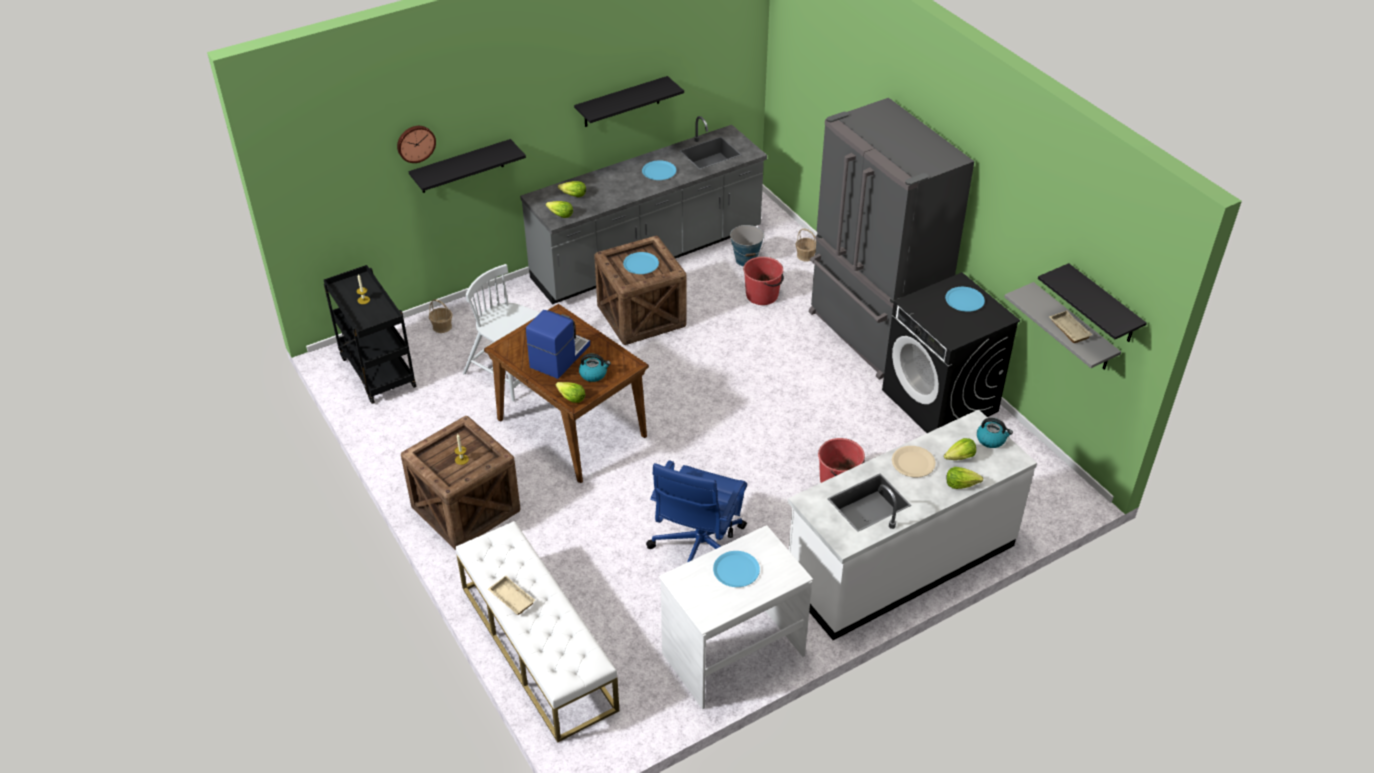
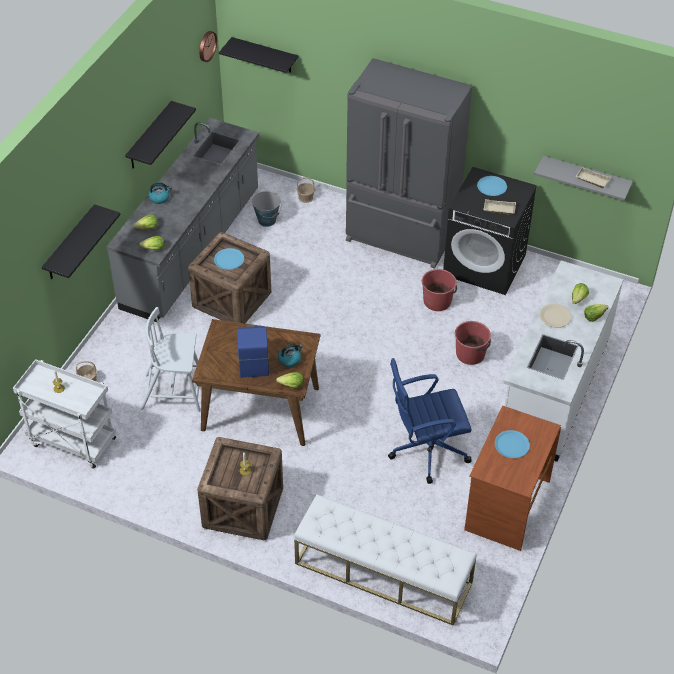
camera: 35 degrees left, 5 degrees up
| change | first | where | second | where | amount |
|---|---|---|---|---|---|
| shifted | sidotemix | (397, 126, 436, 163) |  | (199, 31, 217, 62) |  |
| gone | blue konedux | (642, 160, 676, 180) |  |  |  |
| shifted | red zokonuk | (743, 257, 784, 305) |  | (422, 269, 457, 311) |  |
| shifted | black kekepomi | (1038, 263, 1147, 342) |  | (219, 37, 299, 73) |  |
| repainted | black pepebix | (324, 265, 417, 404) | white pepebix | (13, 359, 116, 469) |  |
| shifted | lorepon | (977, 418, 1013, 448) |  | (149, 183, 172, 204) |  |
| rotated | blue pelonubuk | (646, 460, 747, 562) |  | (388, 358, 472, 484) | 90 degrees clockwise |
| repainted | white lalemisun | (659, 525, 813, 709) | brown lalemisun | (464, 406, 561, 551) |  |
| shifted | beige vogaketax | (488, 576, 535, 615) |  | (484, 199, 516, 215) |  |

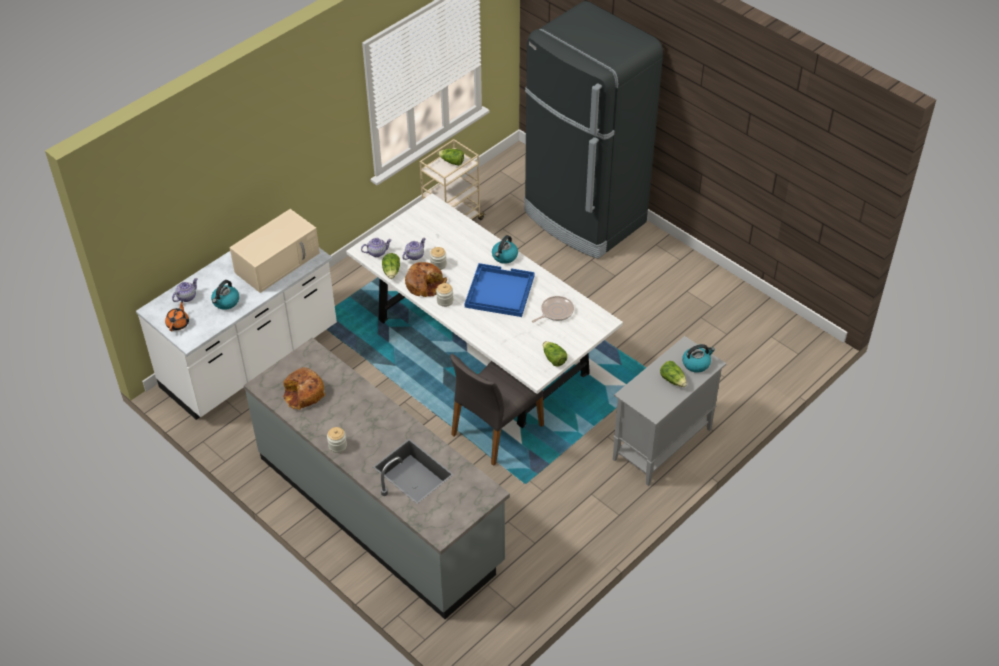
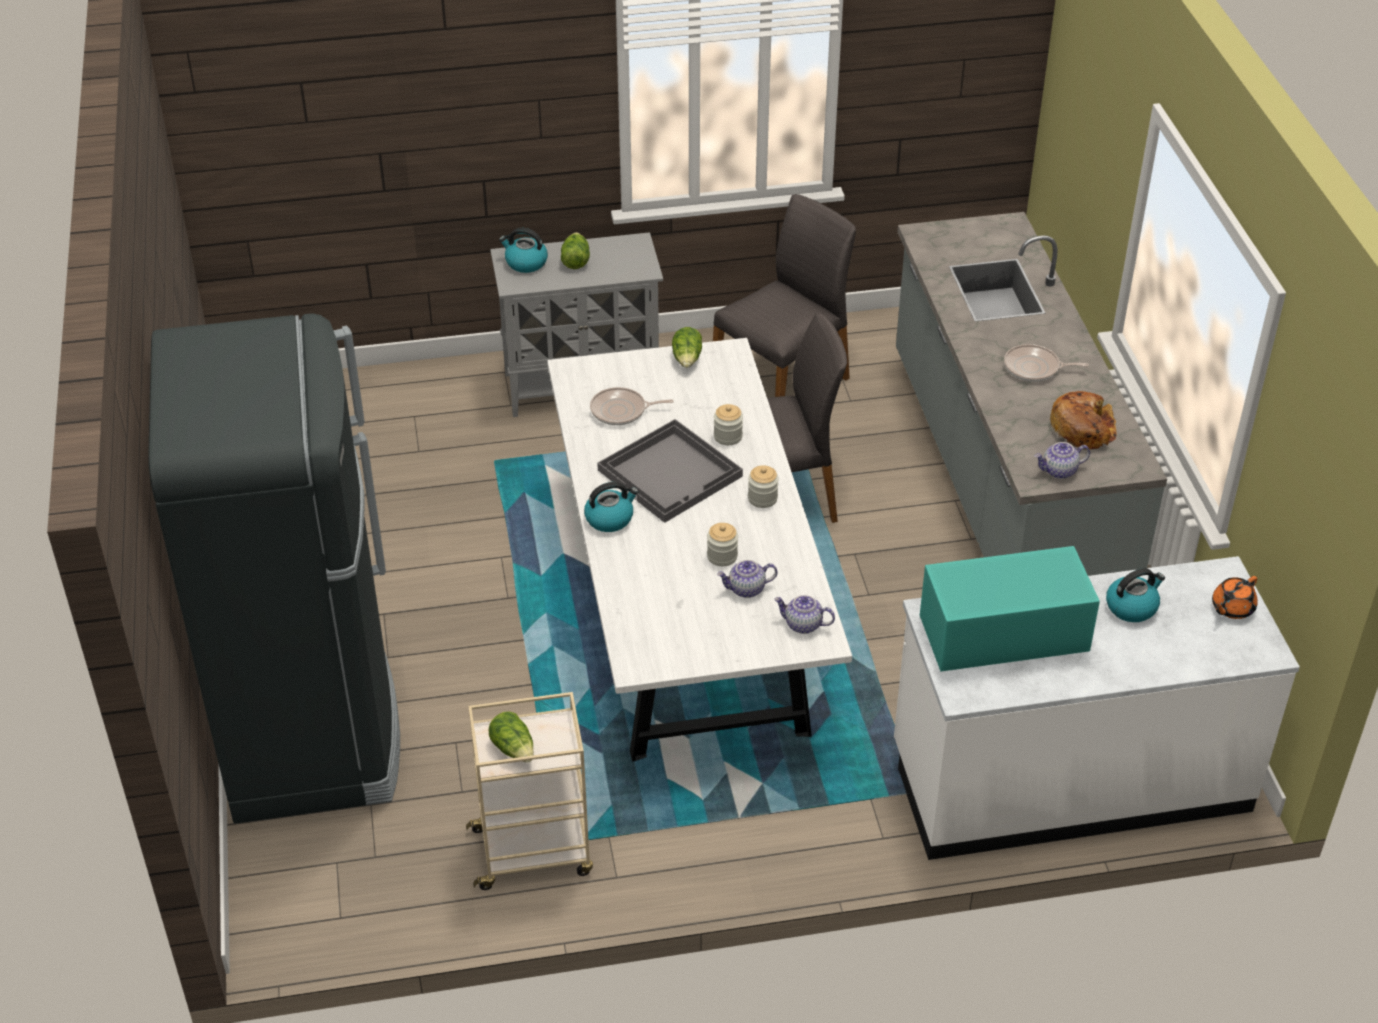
camera: 145 degrees left, 5 degrees down
| change | first | where | second | where | amount |
|---|---|---|---|---|---|
| repainted | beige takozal | (229, 209, 320, 293) | turquoise takozal | (920, 546, 1100, 671) |  |
| gone | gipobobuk | (382, 253, 400, 279) |  |  |  |
| gone | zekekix | (405, 262, 447, 297) |  |  |  |
| repainted | blue vogaketax | (465, 263, 534, 317) | grey vogaketax | (597, 419, 743, 523) |  |
| shifted | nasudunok | (172, 278, 198, 302) |  | (1034, 442, 1090, 479) |  |
| shifted | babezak | (327, 427, 347, 453) |  | (714, 404, 743, 445) |  |
| new |  |  | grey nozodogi | (713, 194, 856, 397) |  |
| new |  |  | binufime | (1004, 344, 1089, 382) |  |

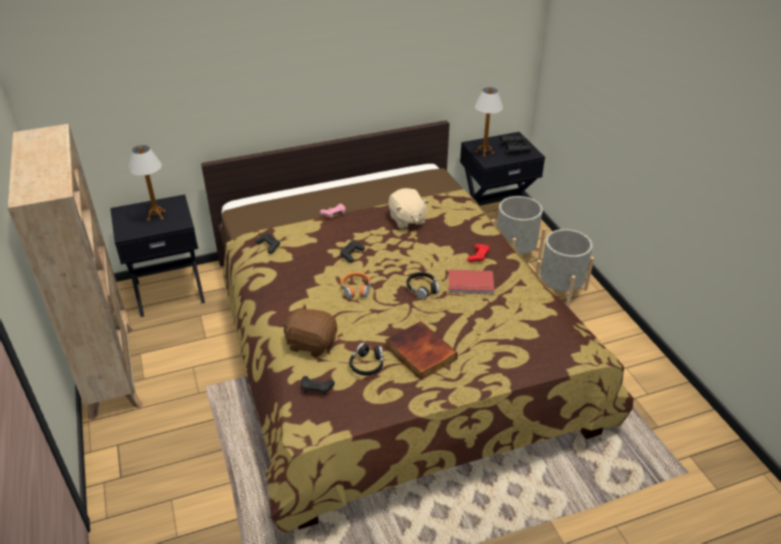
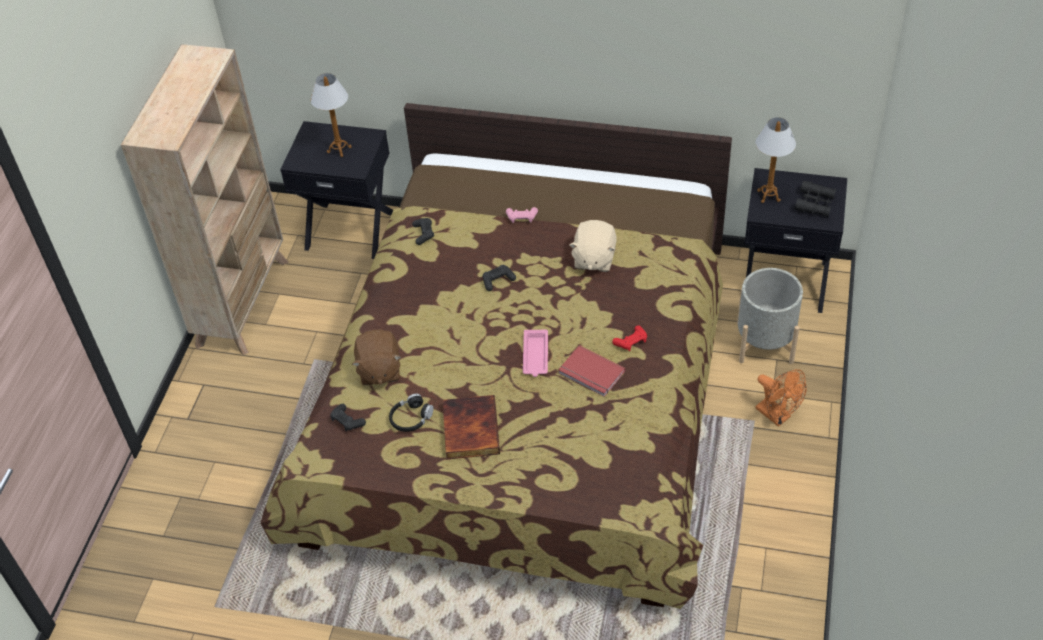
camera: 35 degrees right, 10 degrees up
| change | first | where | second | where | amount |
|---|---|---|---|---|---|
| swapped | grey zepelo | (535, 229, 594, 307) | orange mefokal | (755, 369, 807, 427) |  |
| gone | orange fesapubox | (341, 272, 371, 299) |  |  |  |
| swapped | black fesapubox | (407, 272, 439, 299) | pink vogaketax | (523, 330, 548, 377) |  |
| rotated | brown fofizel | (283, 304, 337, 357) |  | (352, 329, 401, 386) | 150 degrees counterclockwise |

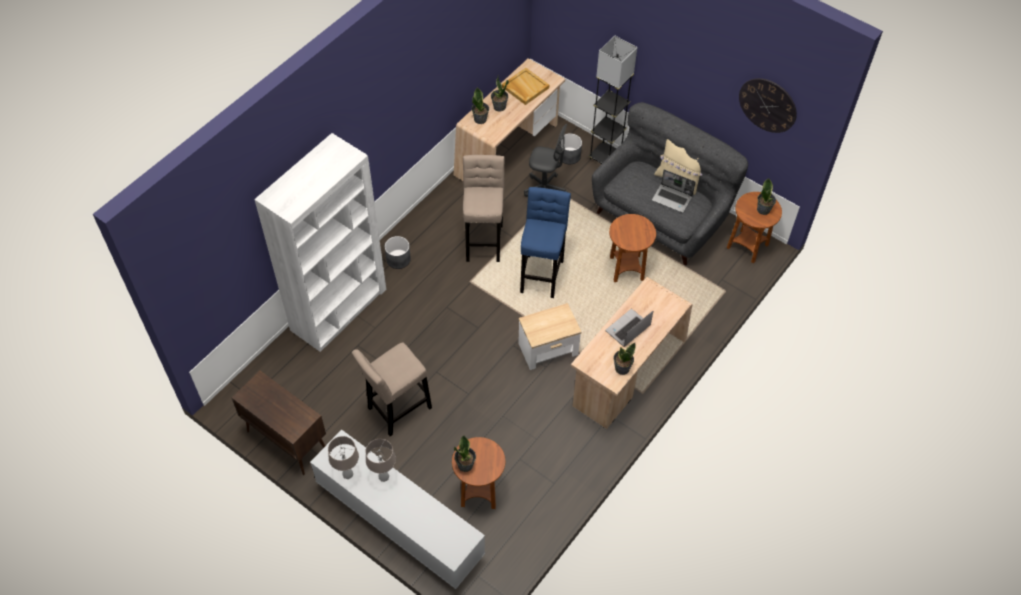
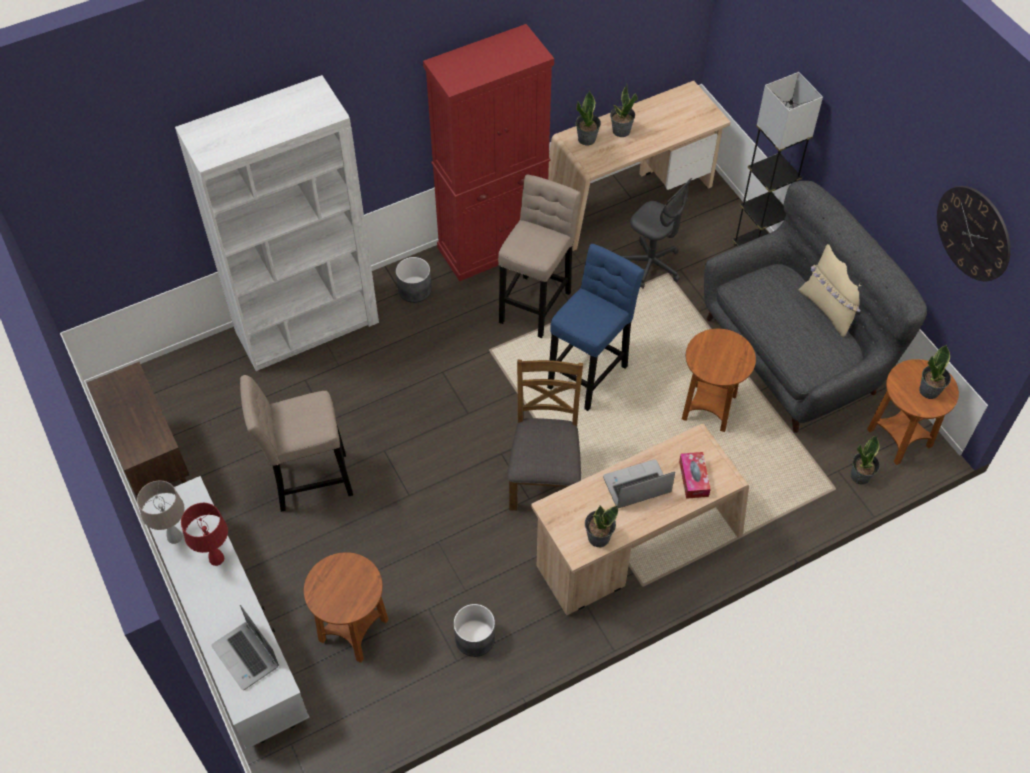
camera: 25 degrees right, 0 degrees up
| change | first | where | second | where | amount |
|---|---|---|---|---|---|
| gone | beige vogaketax | (502, 68, 549, 105) |  |  |  |
| shifted | grey zepelo | (560, 133, 582, 164) |  | (454, 604, 495, 657) |  |
| shifted | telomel | (652, 169, 696, 213) |  | (211, 605, 279, 690) |  |
| swapped | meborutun | (518, 303, 582, 370) | brown nozodogi | (507, 360, 583, 511) |  |
| shifted | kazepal | (454, 435, 476, 472) |  | (851, 436, 880, 484) |  |
| repainted | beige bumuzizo | (365, 439, 396, 482) | red bumuzizo | (181, 503, 228, 566) |  |
| new |  |  | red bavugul | (423, 24, 554, 281) |  |
| new |  |  | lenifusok | (679, 452, 711, 499) |  |

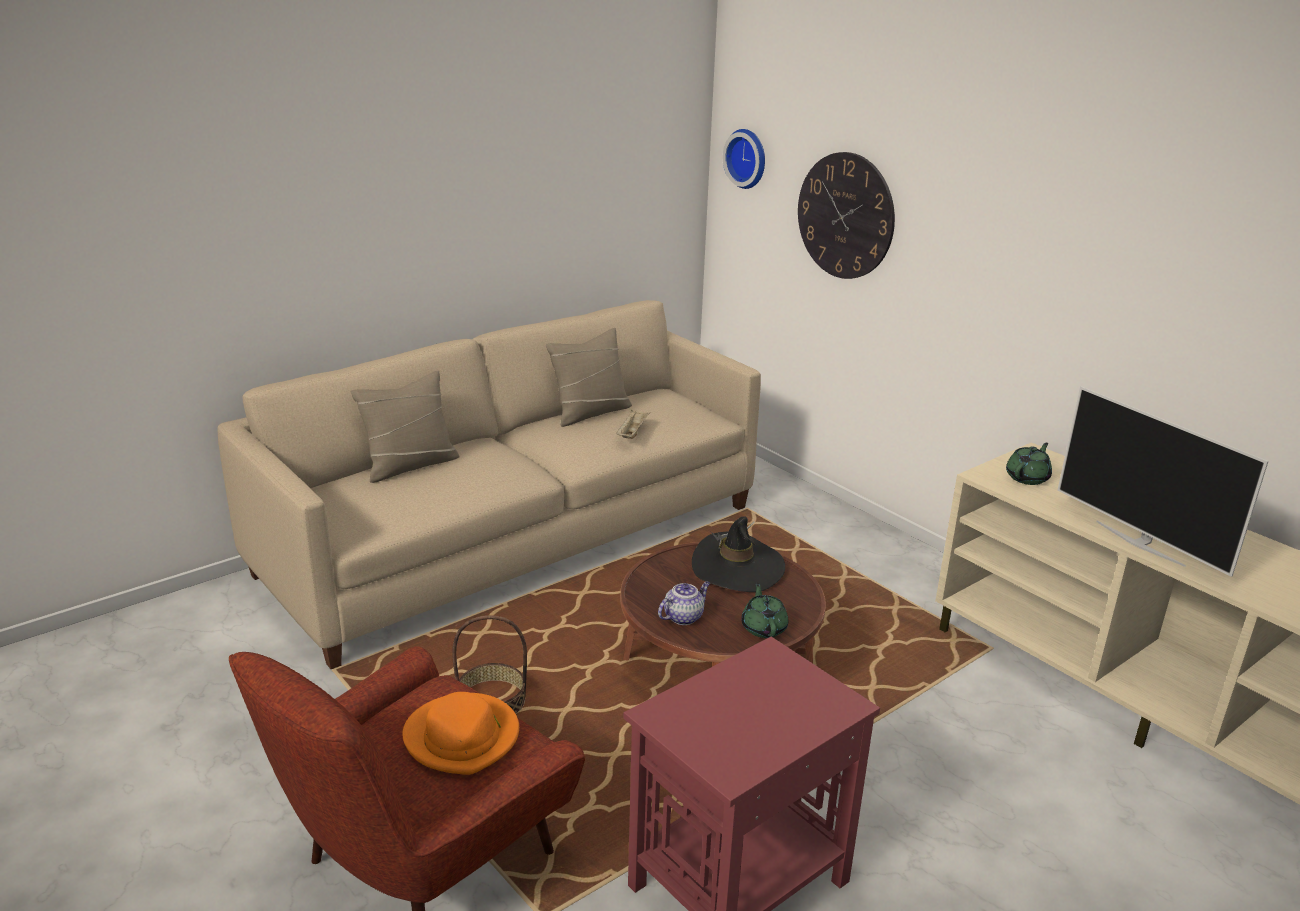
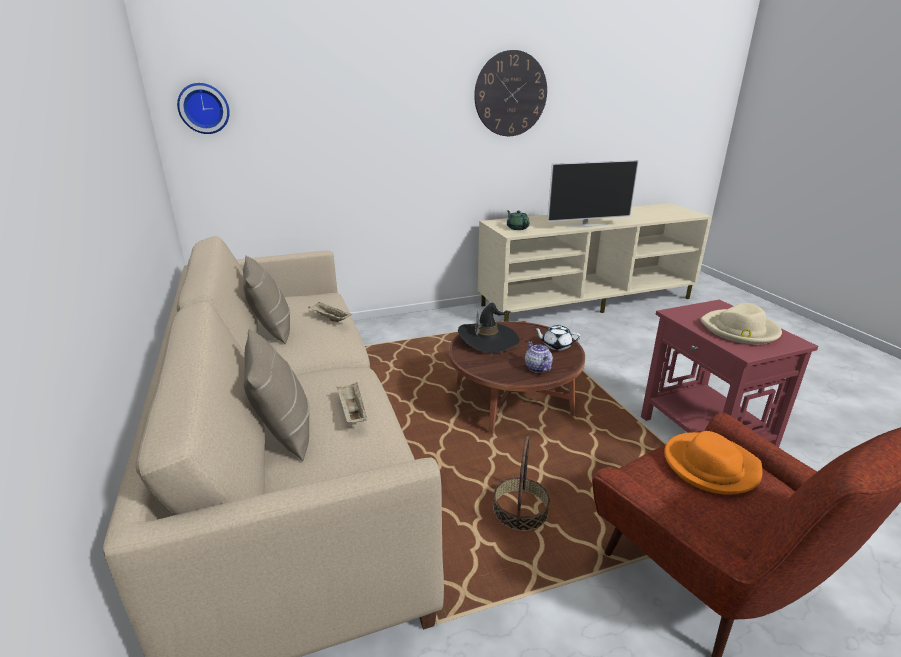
camera: 70 degrees left, 0 degrees up
| change | first | where | second | where | amount |
|---|---|---|---|---|---|
| shifted | sidotemix | (798, 152, 895, 279) |  | (474, 50, 547, 136) |  |
| repainted | green nasudunok | (741, 583, 788, 638) | white nasudunok | (534, 325, 581, 350) |  |
| new |  |  | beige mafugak | (700, 303, 782, 345) |  |
| new |  |  | beige vogaketax | (337, 382, 367, 423) |  |

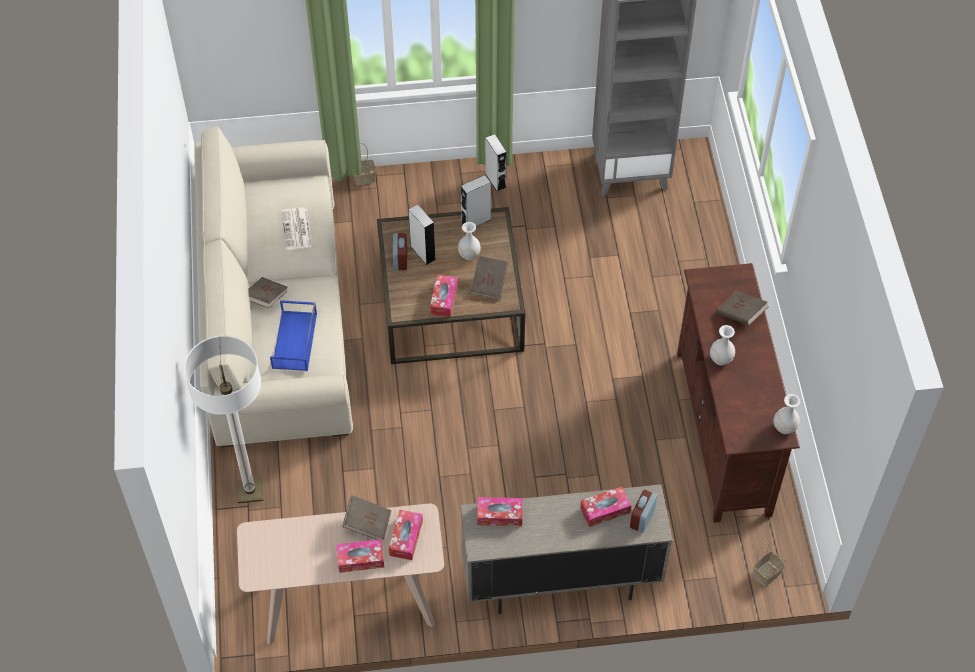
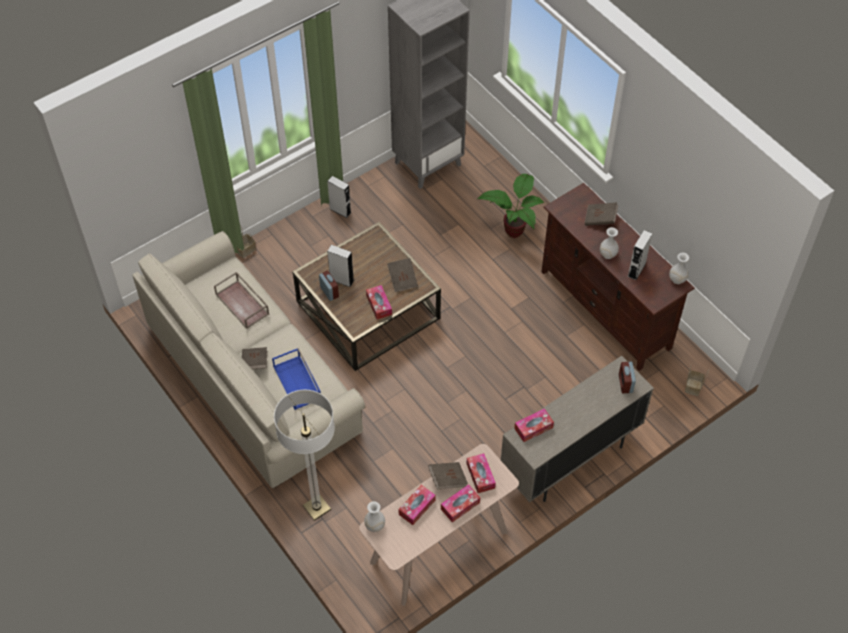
camera: 30 degrees left, 0 degrees up
| change | first | where | second | where | amount |
|---|---|---|---|---|---|
| shifted | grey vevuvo | (461, 175, 491, 227) |  | (627, 230, 653, 280) |  |
| swapped | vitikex | (281, 208, 312, 250) | brown vogaketax | (214, 272, 269, 329) |  |
| shifted | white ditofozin | (458, 222, 481, 260) |  | (364, 501, 385, 532) |  |
| shifted | lenifusok | (580, 487, 631, 527) |  | (398, 485, 436, 525) |  |
| new |  |  | kazepal | (478, 174, 544, 238) |  |

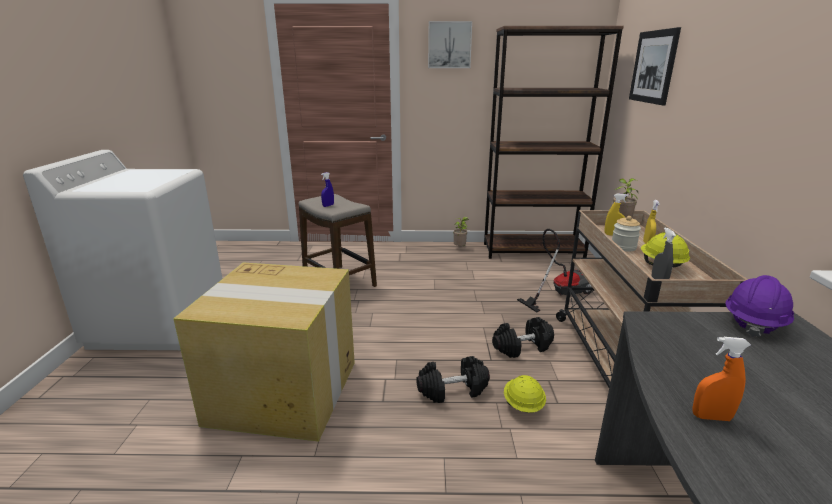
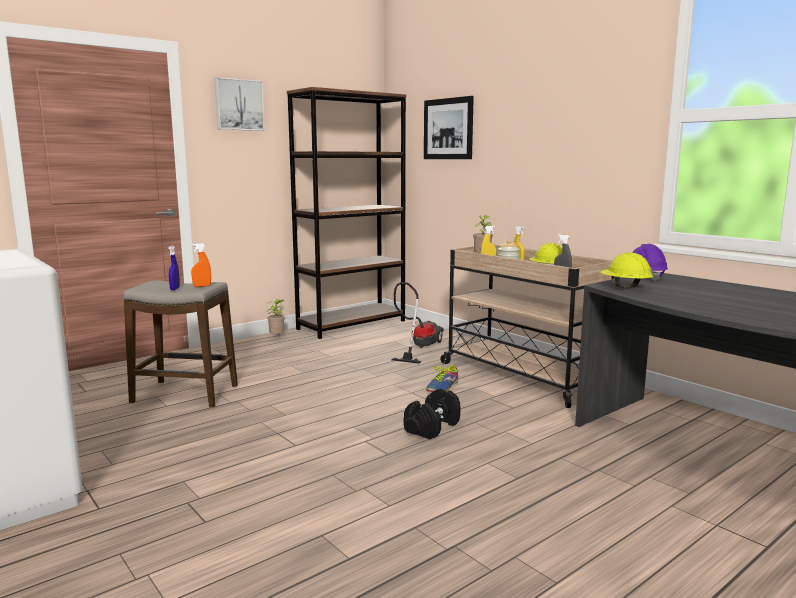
camera: 40 degrees left, 10 degrees down
| change | first | where | second | where | amount |
|---|---|---|---|---|---|
| gone | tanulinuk | (173, 262, 355, 442) |  |  |  |
| swapped | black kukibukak | (492, 317, 554, 358) | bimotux | (426, 365, 458, 392) |  |
| shifted | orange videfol | (692, 337, 751, 421) |  | (191, 243, 211, 287) |  |
| shifted | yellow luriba | (504, 375, 546, 413) |  | (600, 252, 653, 289) |  |

